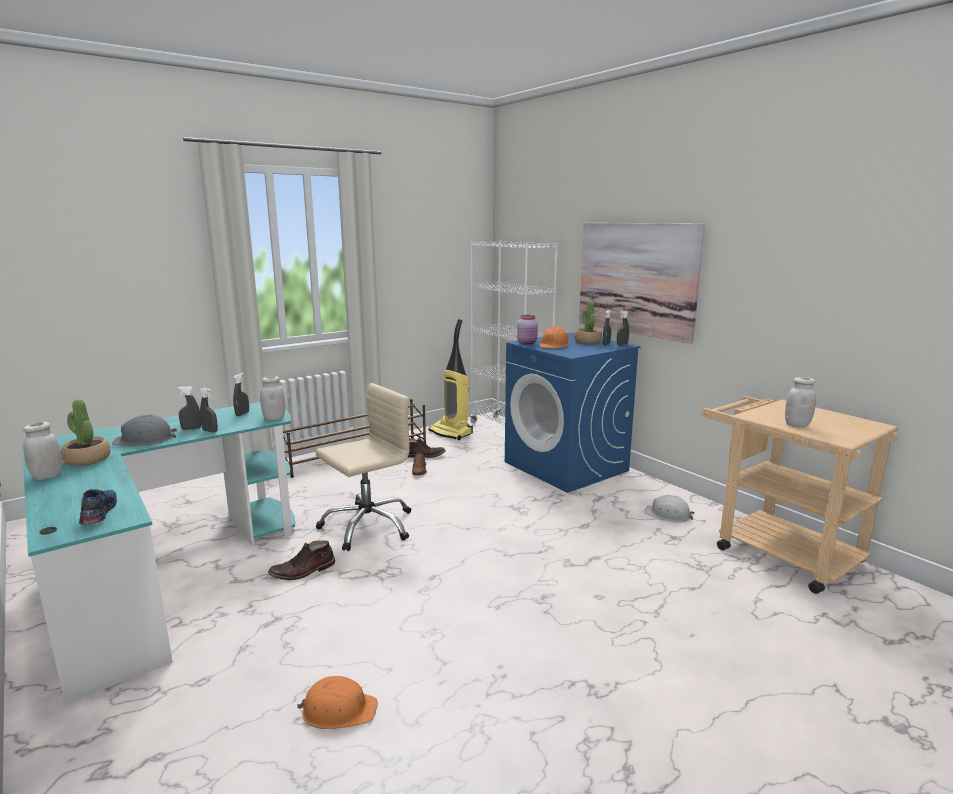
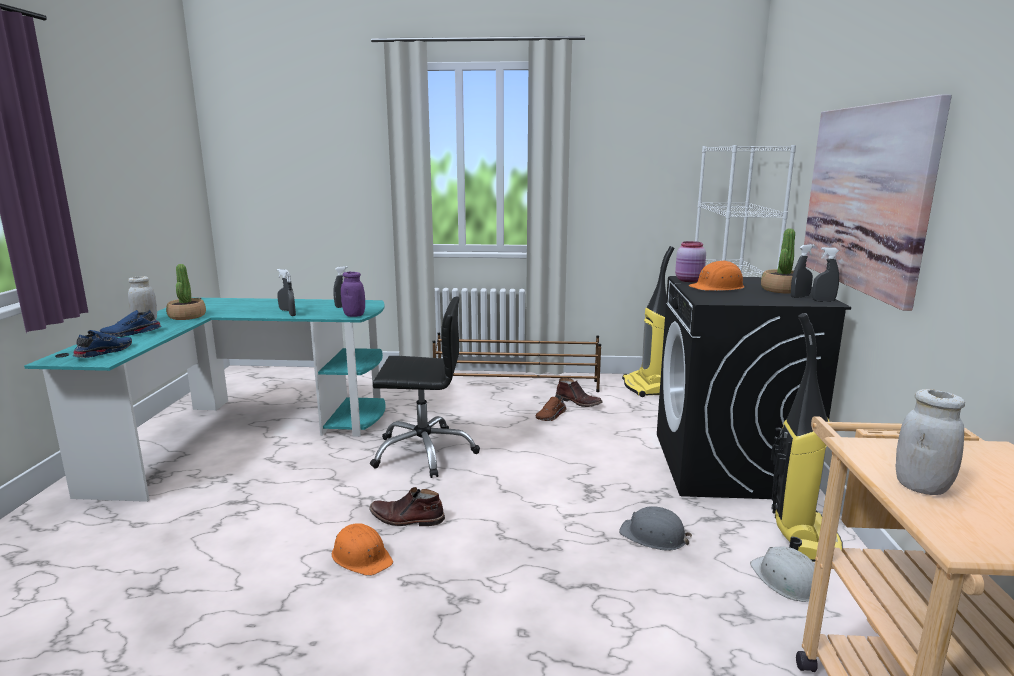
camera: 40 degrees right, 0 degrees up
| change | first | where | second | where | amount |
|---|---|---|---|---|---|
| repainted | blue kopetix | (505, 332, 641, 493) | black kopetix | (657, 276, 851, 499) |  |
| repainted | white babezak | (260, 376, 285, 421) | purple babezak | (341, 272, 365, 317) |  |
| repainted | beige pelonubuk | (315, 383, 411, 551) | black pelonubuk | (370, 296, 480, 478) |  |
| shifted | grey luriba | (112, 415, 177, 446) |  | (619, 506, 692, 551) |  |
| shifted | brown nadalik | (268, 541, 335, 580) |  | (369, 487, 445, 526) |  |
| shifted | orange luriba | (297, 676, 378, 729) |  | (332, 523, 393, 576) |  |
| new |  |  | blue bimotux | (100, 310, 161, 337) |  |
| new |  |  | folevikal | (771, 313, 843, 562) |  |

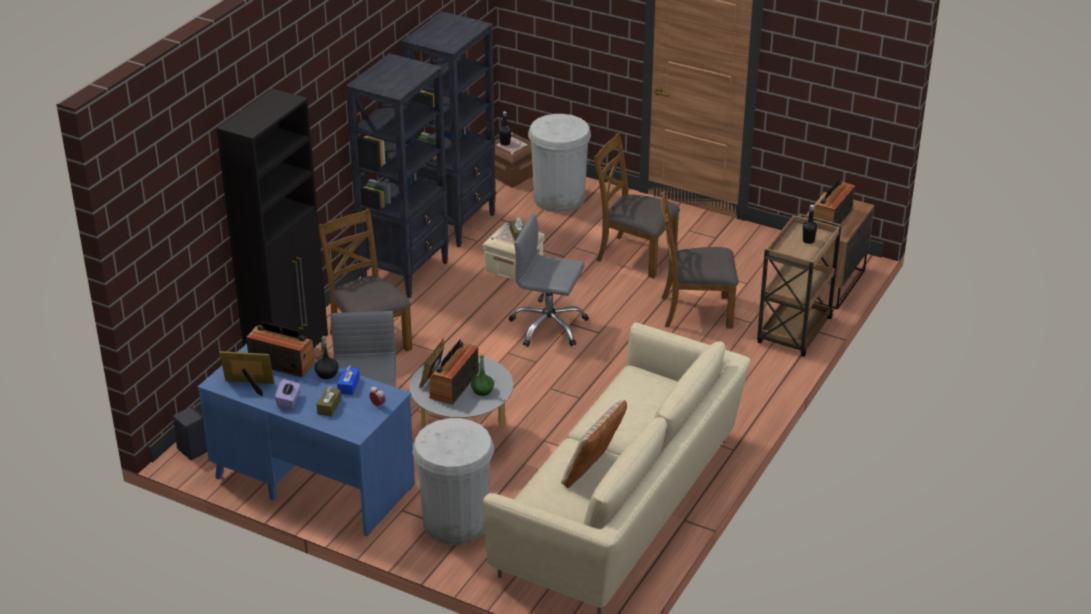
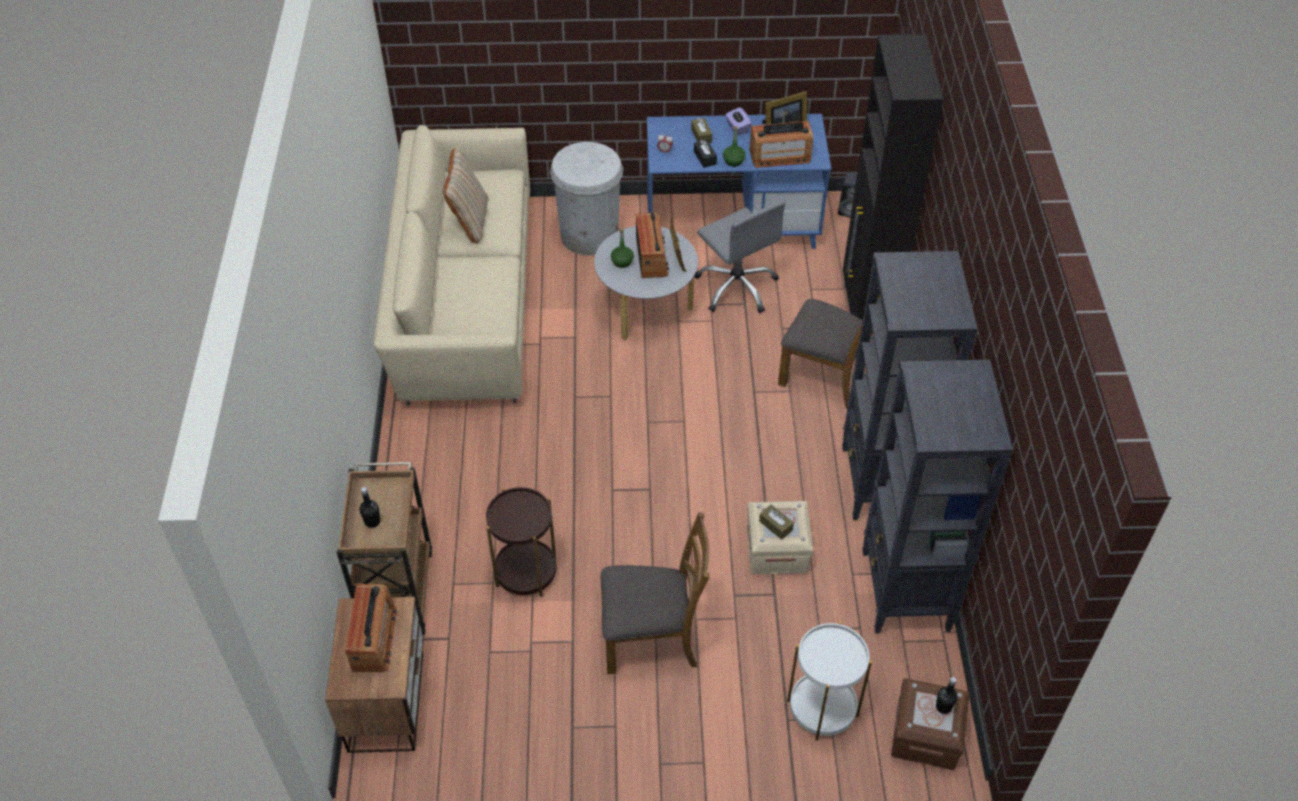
camera: 150 degrees right, 15 degrees up
| change | first | where | second | where | amount |
|---|---|---|---|---|---|
| swapped | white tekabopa | (528, 114, 591, 213) | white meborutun | (787, 621, 872, 741) |  |
| swapped | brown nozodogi | (661, 191, 738, 328) | brown meborutun | (486, 487, 557, 597) |  |
| gone | grey pelonubuk | (509, 213, 589, 347) |  |  |  |
| repainted | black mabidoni | (314, 336, 339, 379) | green mabidoni | (723, 126, 746, 167) |  |
| repainted | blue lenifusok | (337, 365, 360, 395) | black lenifusok | (694, 140, 717, 168) |  |

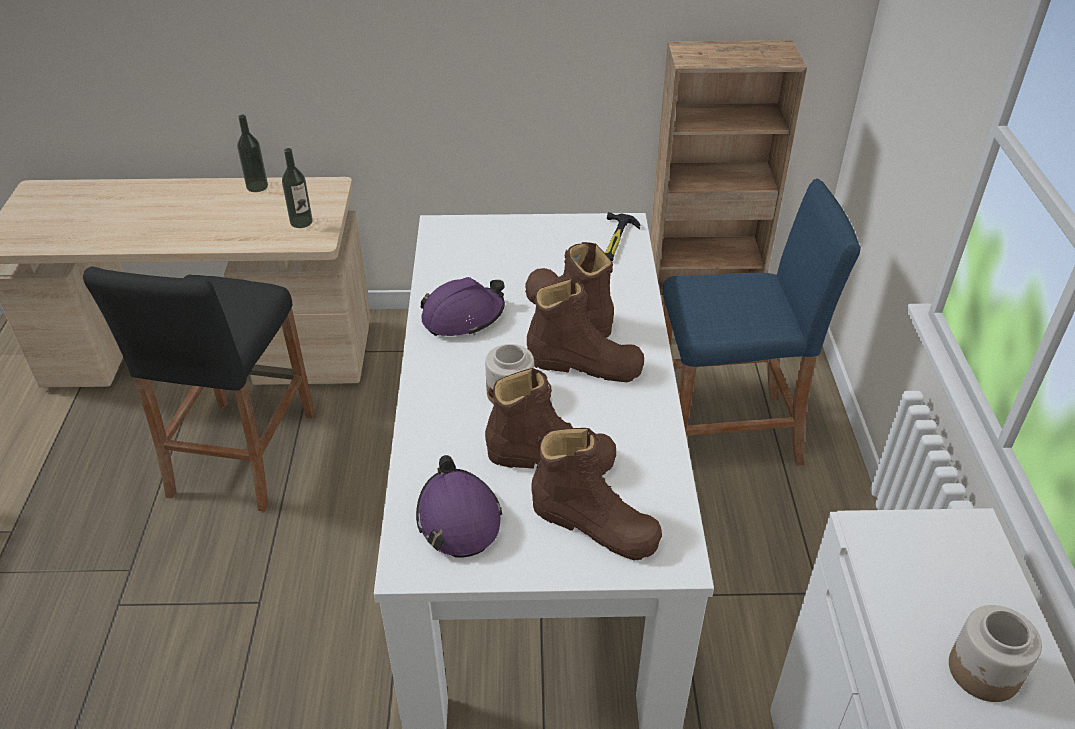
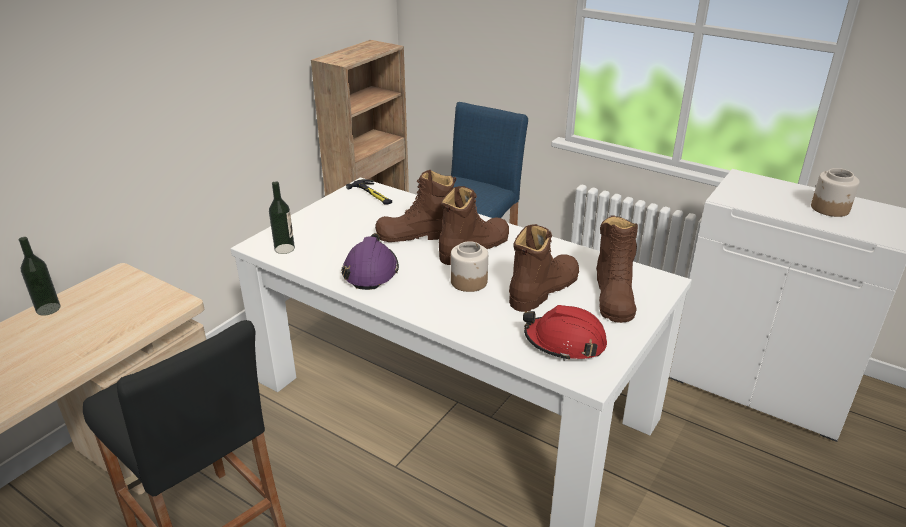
camera: 55 degrees left, 10 degrees down
| change | first | where | second | where | amount |
|---|---|---|---|---|---|
| shifted | mabidoni | (282, 148, 313, 228) |  | (269, 181, 295, 254) |  |
| rotated | brown nadalik | (532, 428, 662, 561) |  | (596, 215, 638, 323) | 120 degrees clockwise |
| repainted | purple luriba | (416, 455, 502, 558) | red luriba | (523, 305, 607, 361) |  |

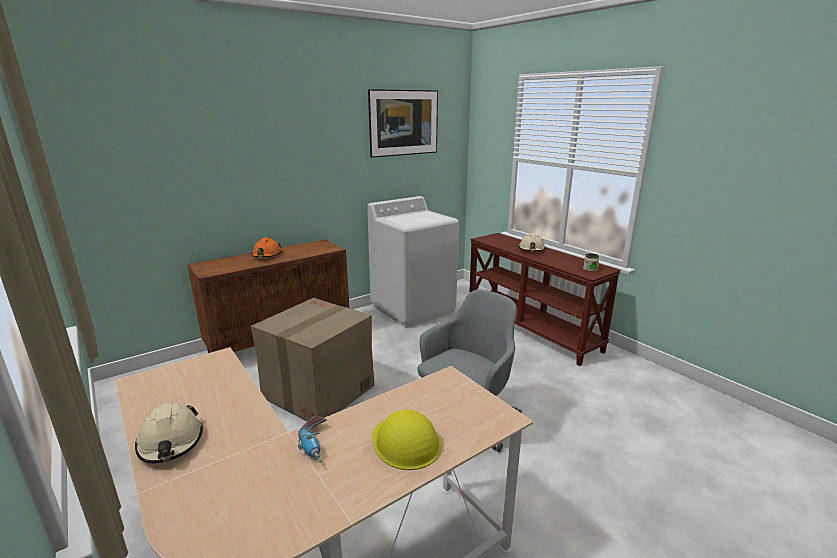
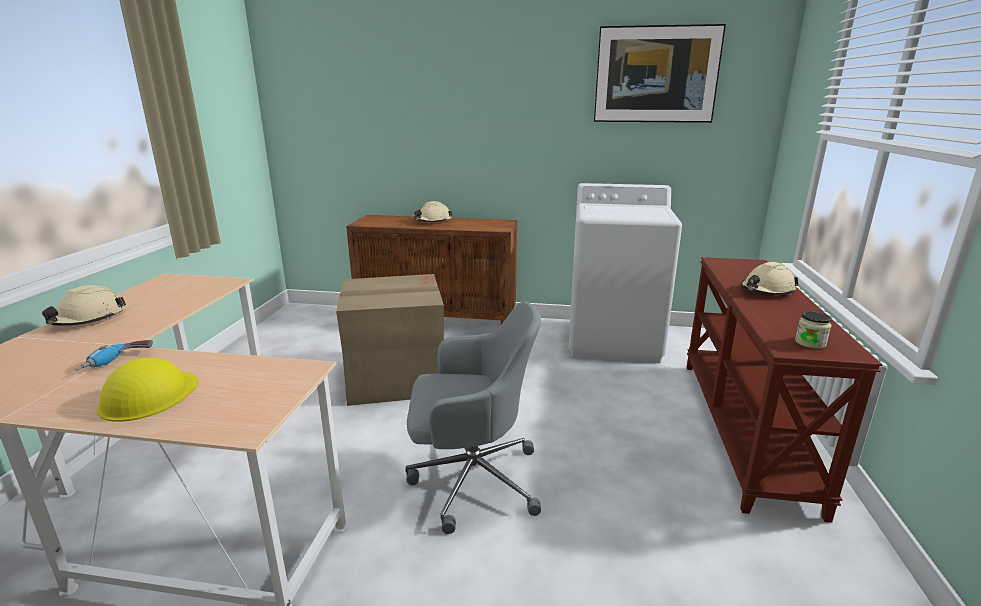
camera: 45 degrees right, 0 degrees up
| change | first | where | second | where | amount |
|---|---|---|---|---|---|
| repainted | orange luriba | (251, 238, 282, 257) | beige luriba | (414, 201, 453, 222) |  |

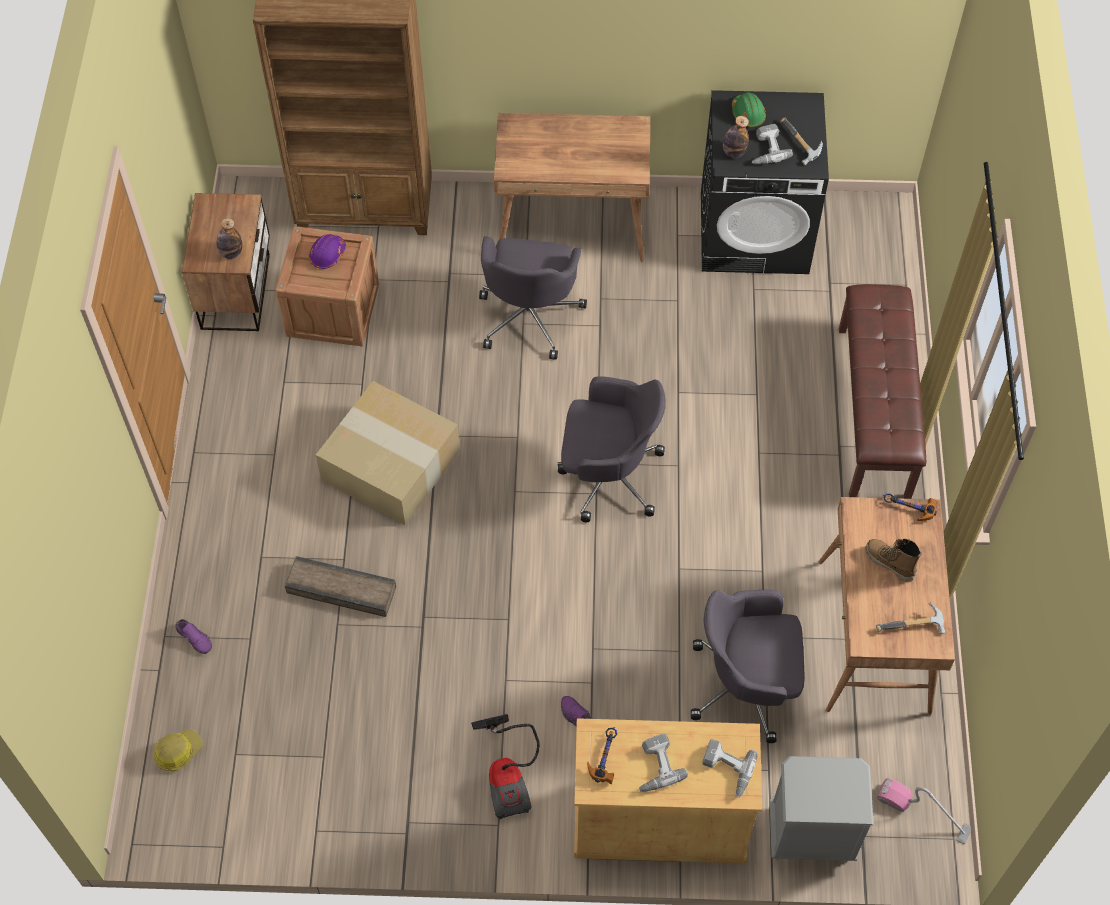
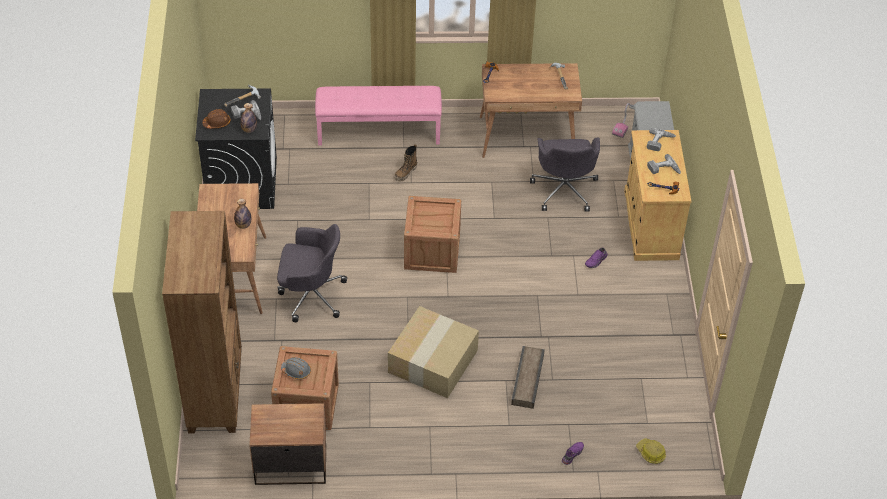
camera: 95 degrees left, 10 degrees down
| change | first | where | second | where | amount |
|---|---|---|---|---|---|
| repainted | green luriba | (732, 92, 766, 127) | brown luriba | (202, 109, 231, 129) |  |
| shifted | mabidoni | (217, 218, 242, 259) |  | (234, 199, 251, 229) |  |
| repainted | purple luriba | (308, 234, 346, 269) | grey luriba | (281, 357, 311, 379) |  |
| repainted | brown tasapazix | (839, 284, 926, 499) | pink tasapazix | (315, 86, 442, 146) |  |
| swapped | grey pelonubuk | (557, 376, 666, 522) | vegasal | (404, 196, 461, 273) |  |
| shifted | nadalik | (865, 539, 922, 582) |  | (395, 144, 417, 181) |  |
| gone | folevikal | (471, 714, 540, 819) |  |  |  |

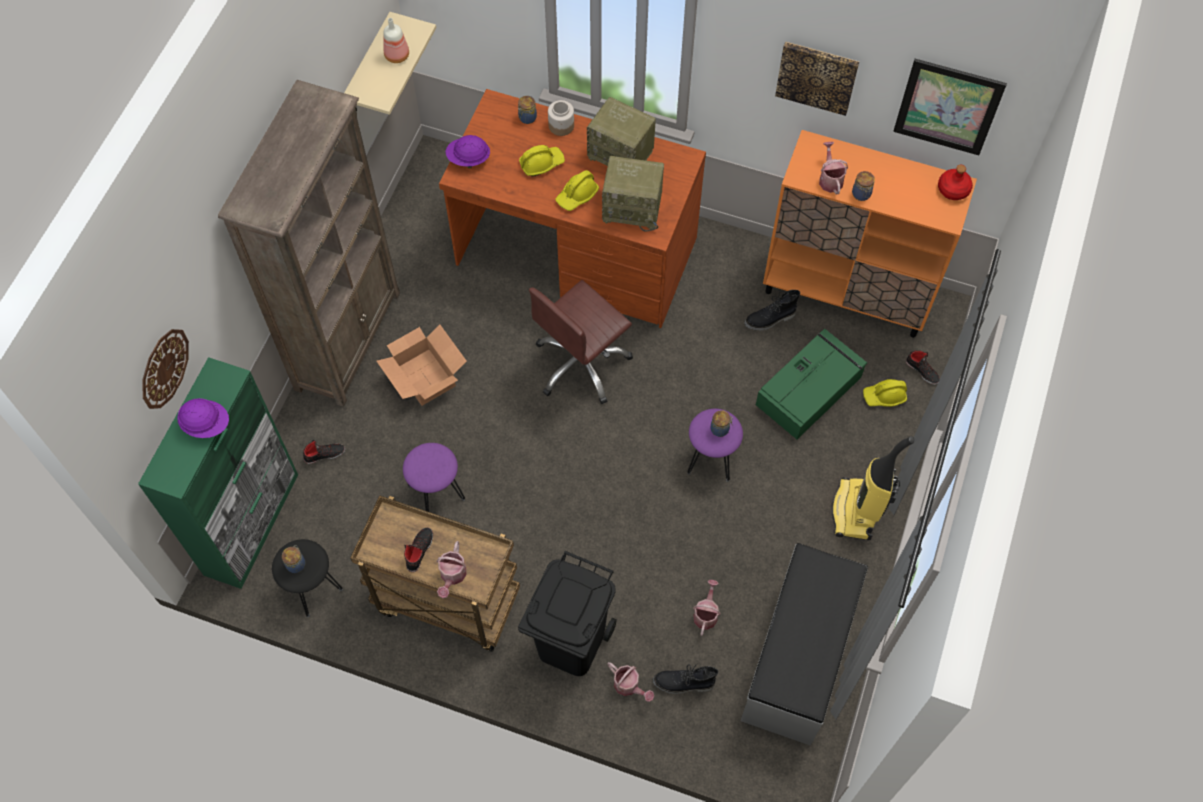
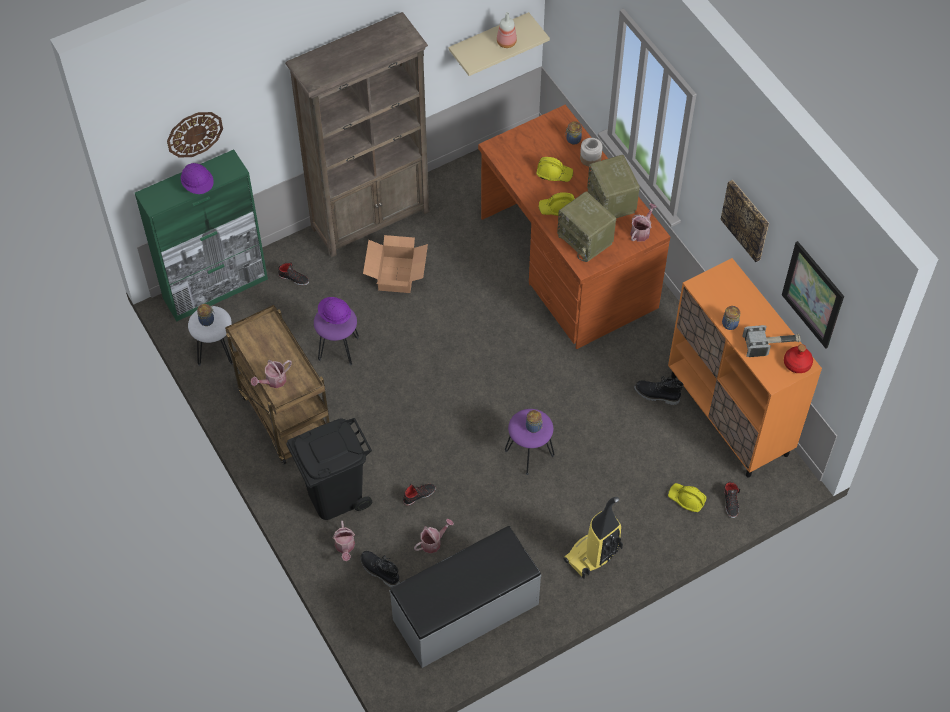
camera: 40 degrees right, 5 degrees down
| change | first | where | second | where | amount |
|---|---|---|---|---|---|
| shifted | purple luriba | (445, 135, 490, 168) |  | (318, 297, 351, 324) |  |
| shifted | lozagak | (819, 142, 848, 195) |  | (630, 203, 657, 242) |  |
| gone | brown pelonubuk | (529, 280, 633, 404) |  |  |  |
| gone | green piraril | (756, 329, 867, 439) |  |  |  |
| shifted | black bimotux | (404, 527, 433, 572) |  | (403, 483, 436, 506) |  |
| repainted | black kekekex | (272, 539, 343, 617) | white kekekex | (188, 306, 233, 366) |  |
| new |  |  | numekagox | (742, 325, 801, 357) |  |

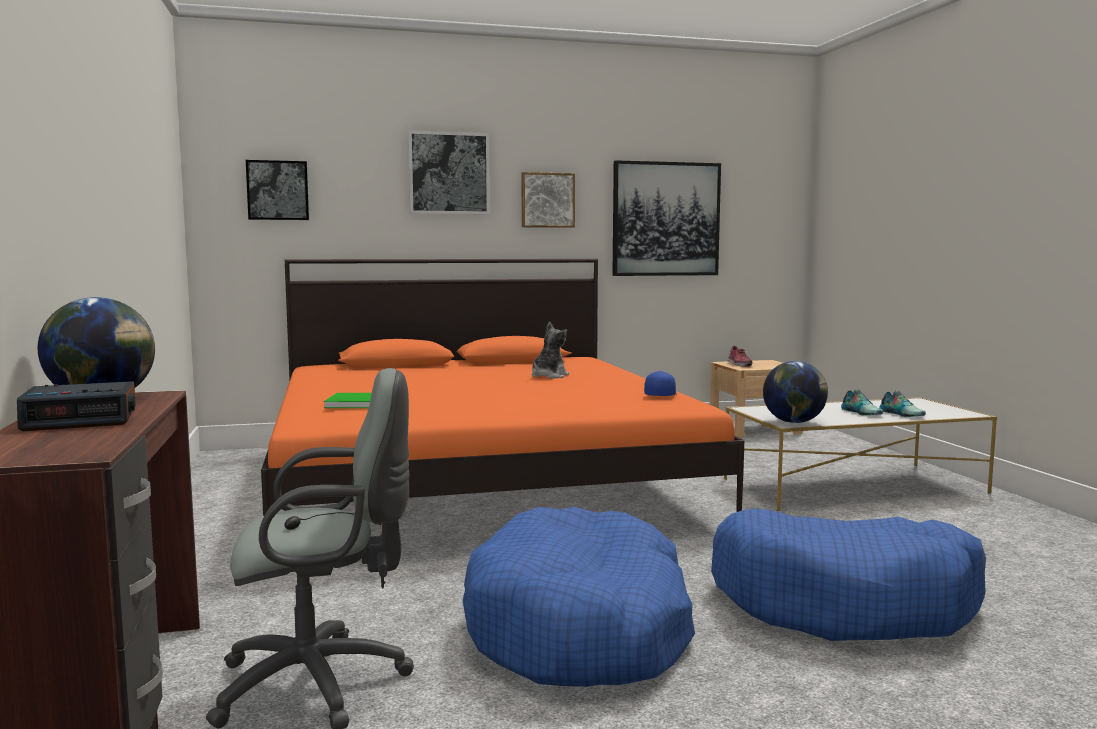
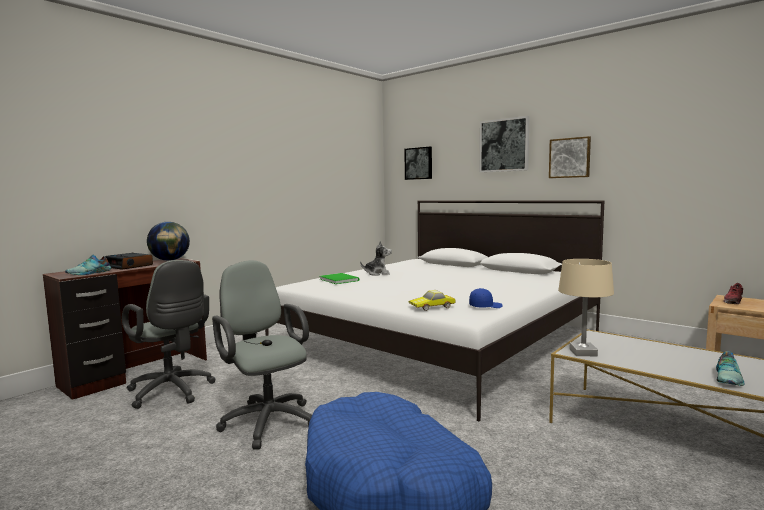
camera: 55 degrees right, 0 degrees up
| change | first | where | second | where | amount |
|---|---|---|---|---|---|
| gone | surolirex | (612, 160, 721, 276) |  |  |  |
| repainted | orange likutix | (261, 259, 744, 516) | white likutix | (265, 200, 604, 421) |  |
| shifted | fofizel | (532, 321, 569, 379) |  | (360, 241, 392, 276) |  |
| swapped | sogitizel | (763, 361, 828, 423) | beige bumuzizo | (558, 259, 614, 356) |  |
| shifted | bimotux | (841, 389, 883, 416) |  | (65, 255, 111, 275) |  |
| swapped | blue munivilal | (463, 507, 695, 687) | grey pelonubuk | (212, 260, 312, 450) |  |
| new |  |  | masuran | (409, 290, 456, 311) |  |

